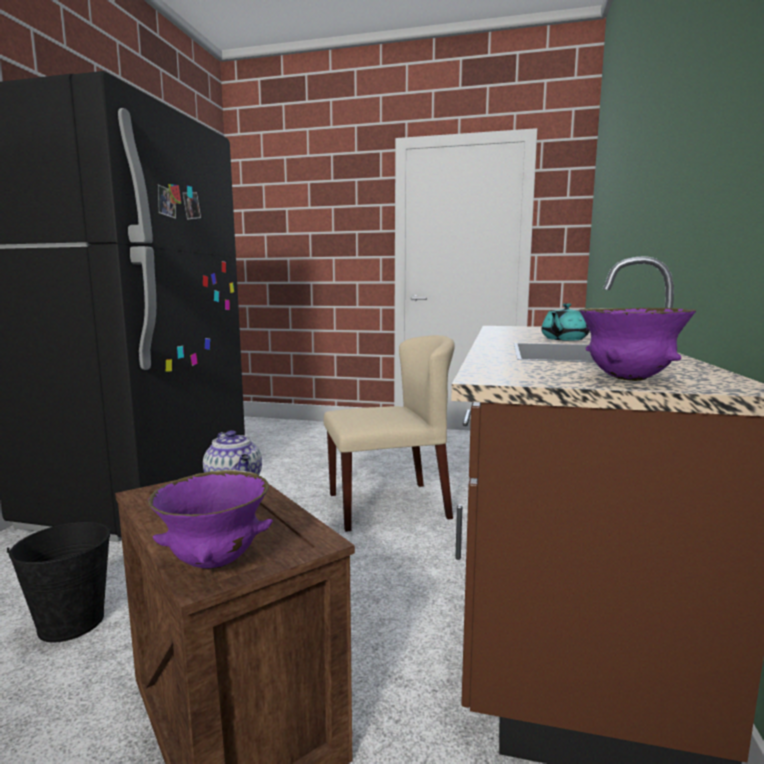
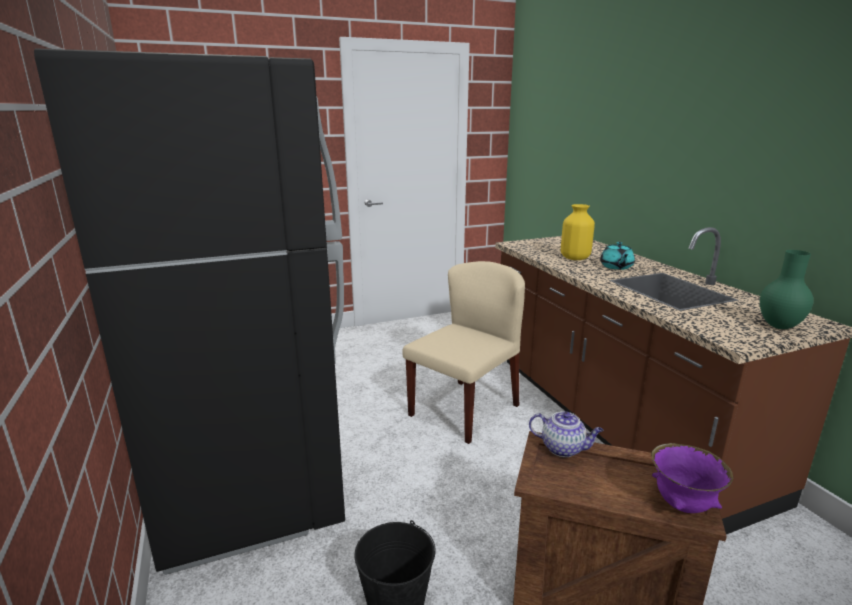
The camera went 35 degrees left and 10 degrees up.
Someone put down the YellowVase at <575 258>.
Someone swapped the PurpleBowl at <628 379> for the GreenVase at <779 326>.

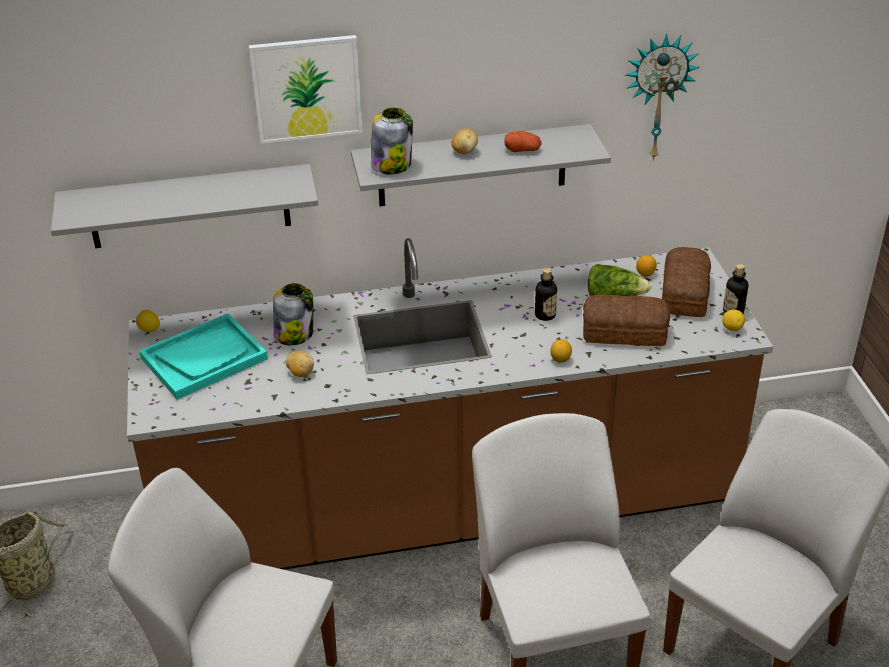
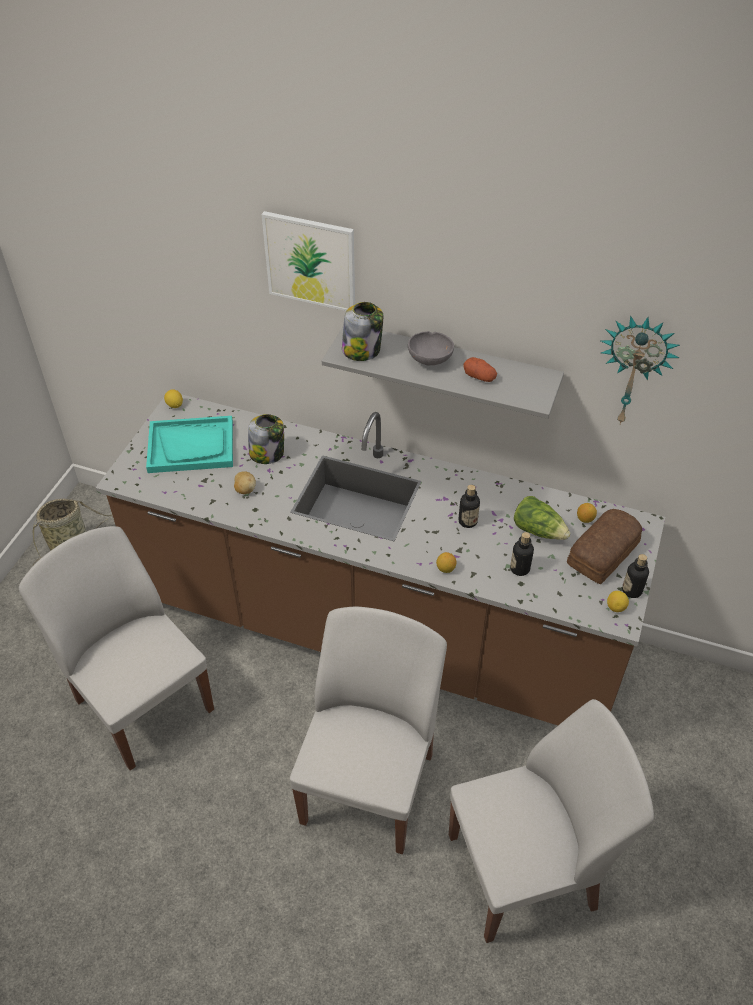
The camera went 30 degrees right and 10 degrees up.
Someone swapped the Potato at <464 151> for the GreyBowl at <431 359>.
Someone swapped the Bread at <625 333> for the Bottle at <520 568>.
Someone took away the GreyShelf at <189 207>.

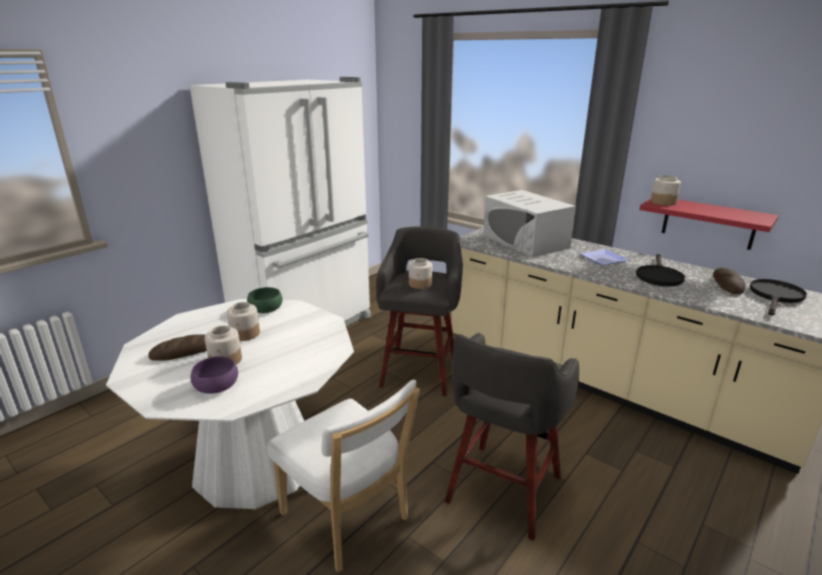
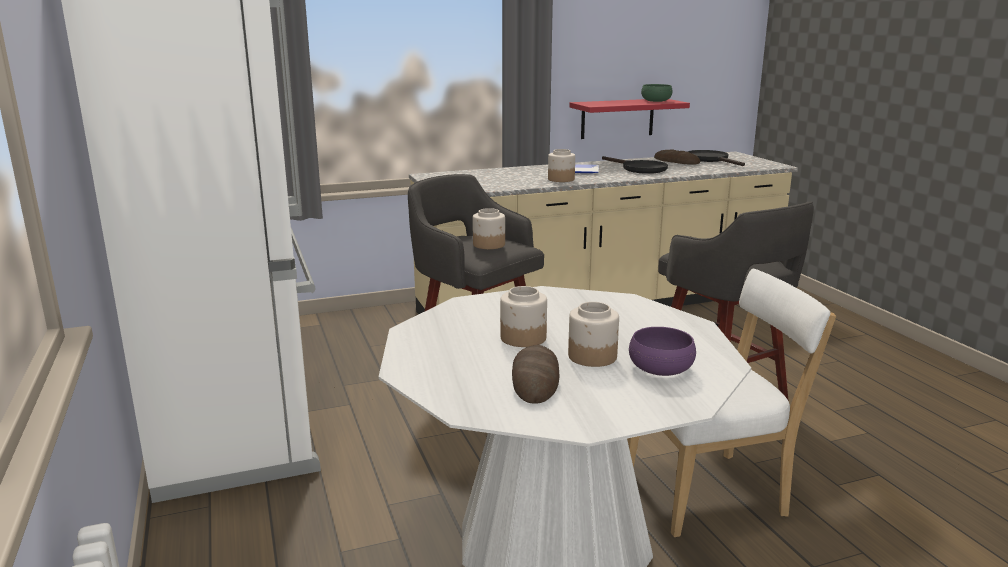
The camera went 60 degrees left and 5 degrees down.
Someone carried the Jar from <663 202> to <560 179>.
Someone carried the GreenBowl from <266 309> to <656 101>.
Someone took away the WhiteMicrowave at <525 241>.

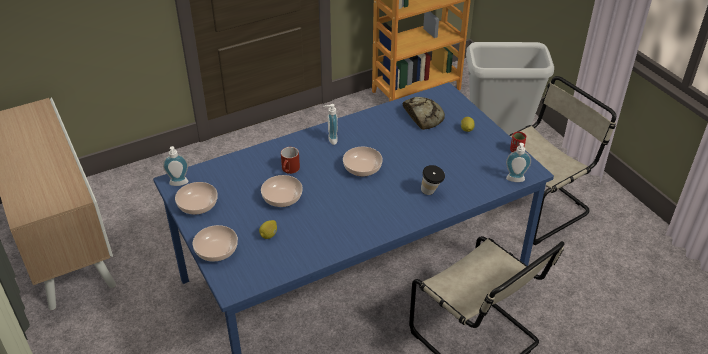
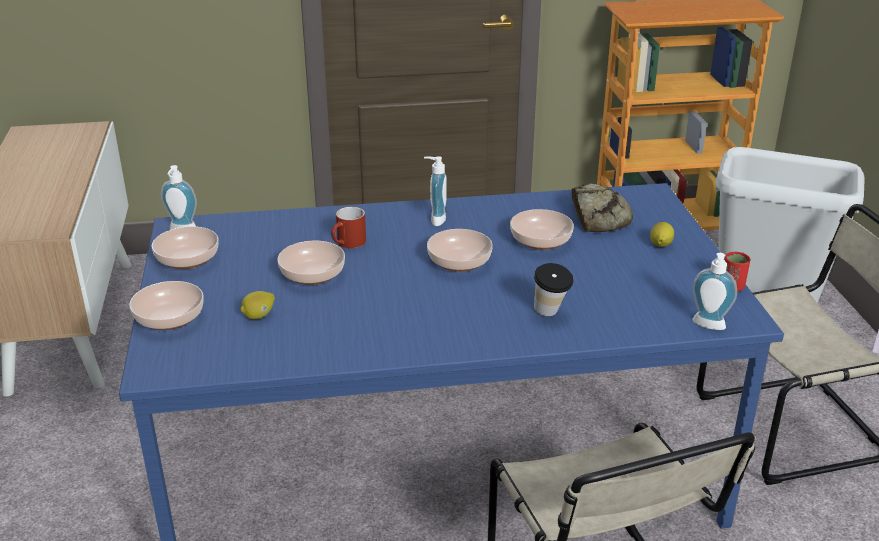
The camera went 20 degrees right and 10 degrees down.
Someone put down the Bowl at <540 241>.

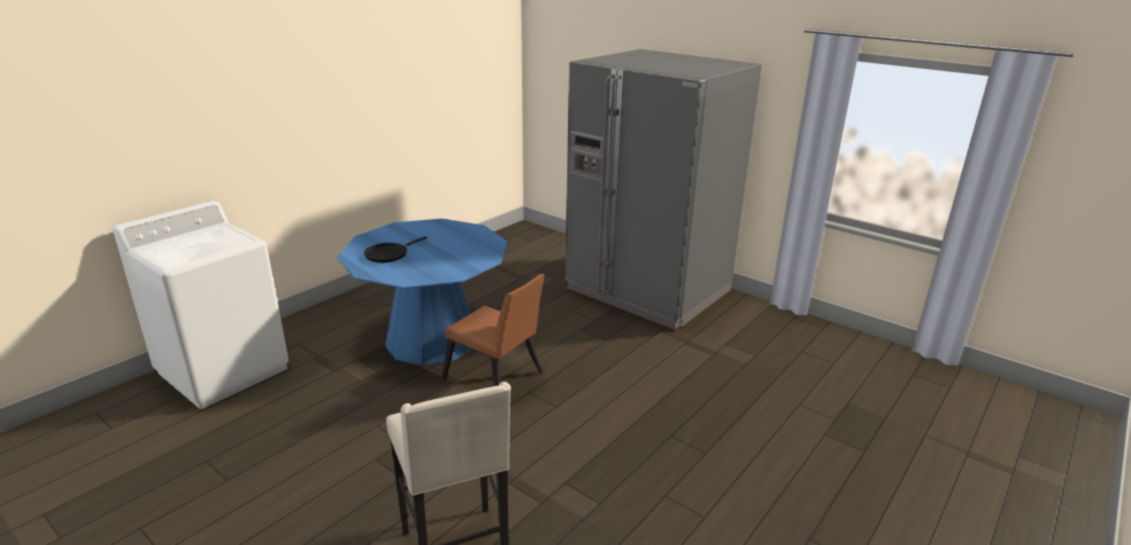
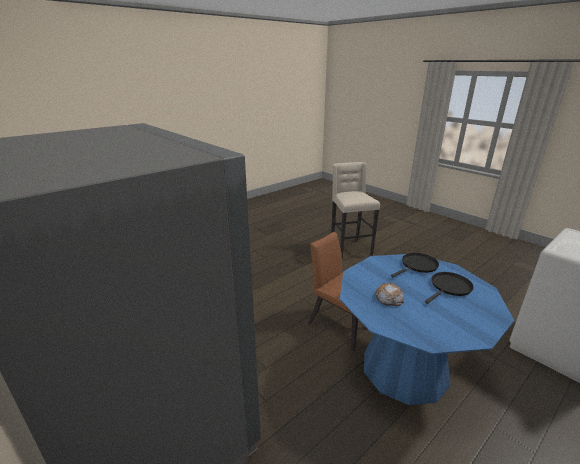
The camera went 170 degrees left and 0 degrees up.
Someone put down the Bread at <389 297>.
Someone put down the BlackFryingPan at <418 266>.

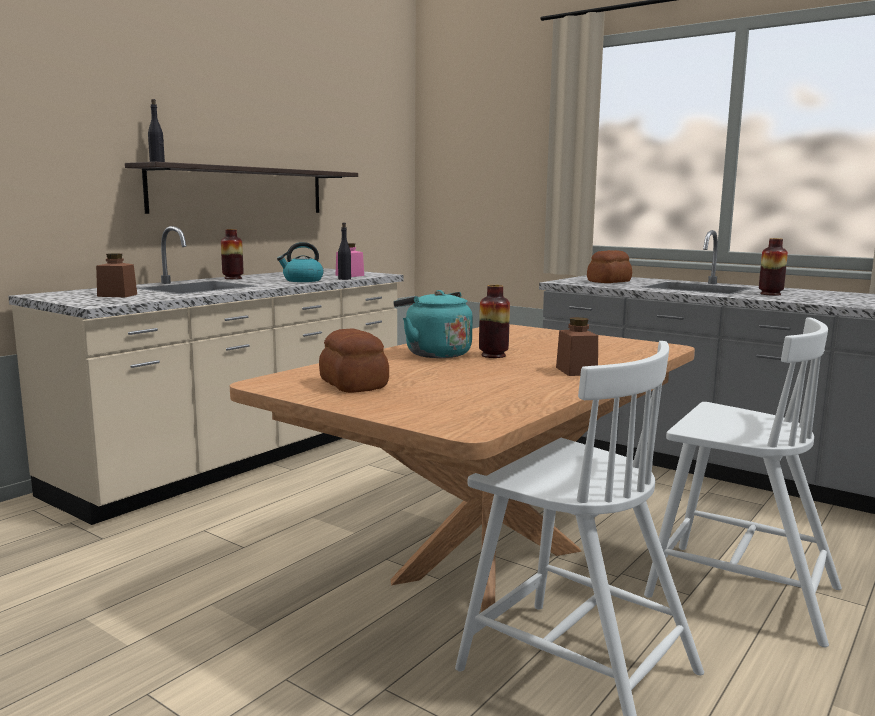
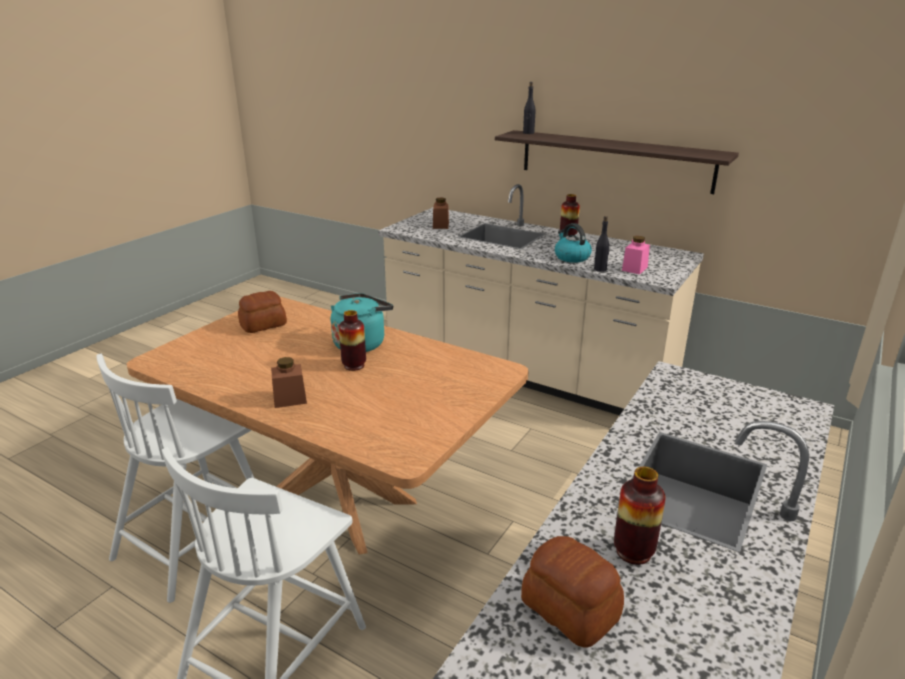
The camera went 85 degrees right and 15 degrees up.
Someone carried the Bread from <609 282> to <570 610>.

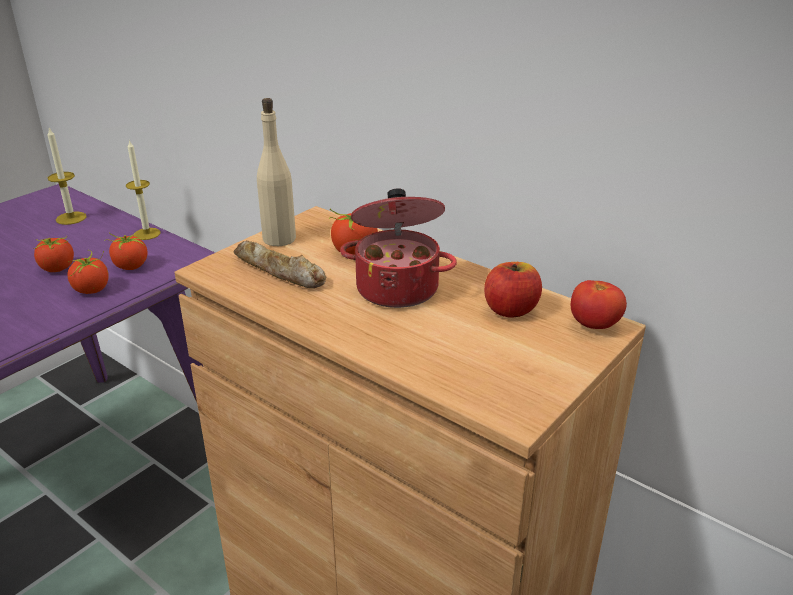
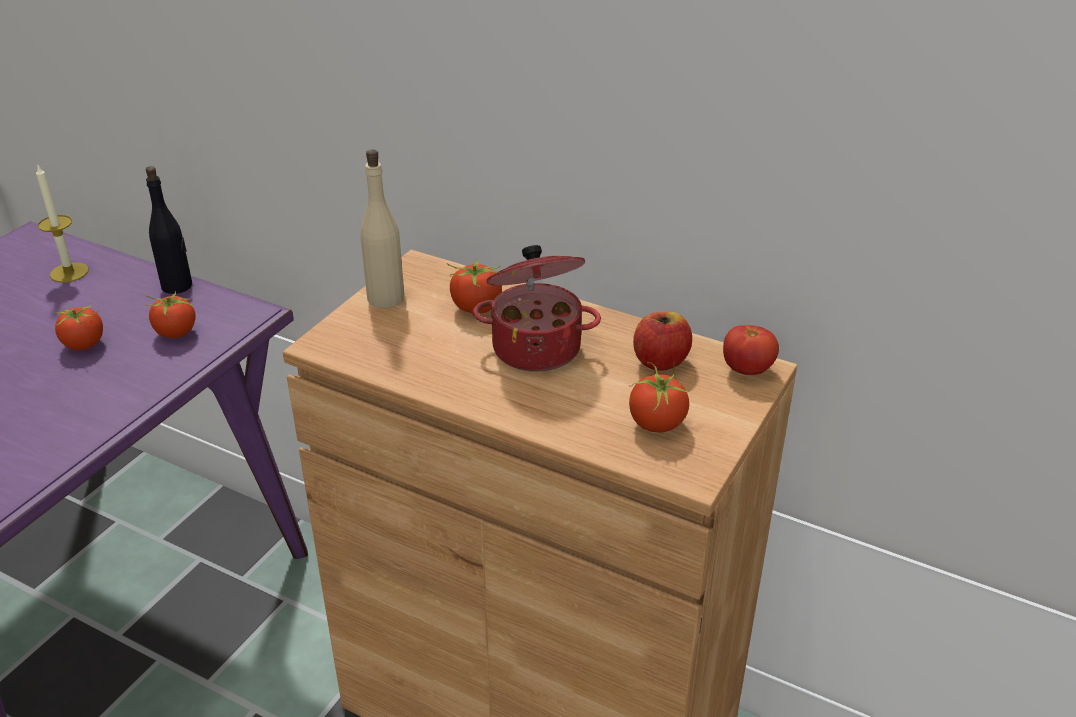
The camera went 10 degrees left and 5 degrees up.
Someone swapped the Candle at <147 234> for the BlackBottle at <177 286>.
Someone carried the Tomato from <92 290> to <656 423>.
Someone took away the Bread at <279 272>.

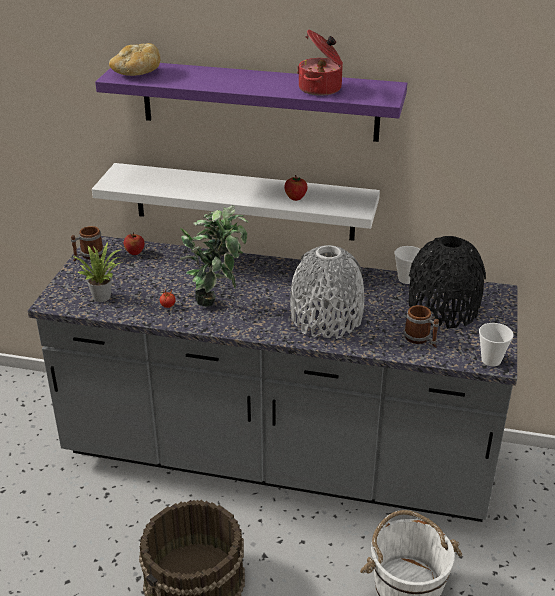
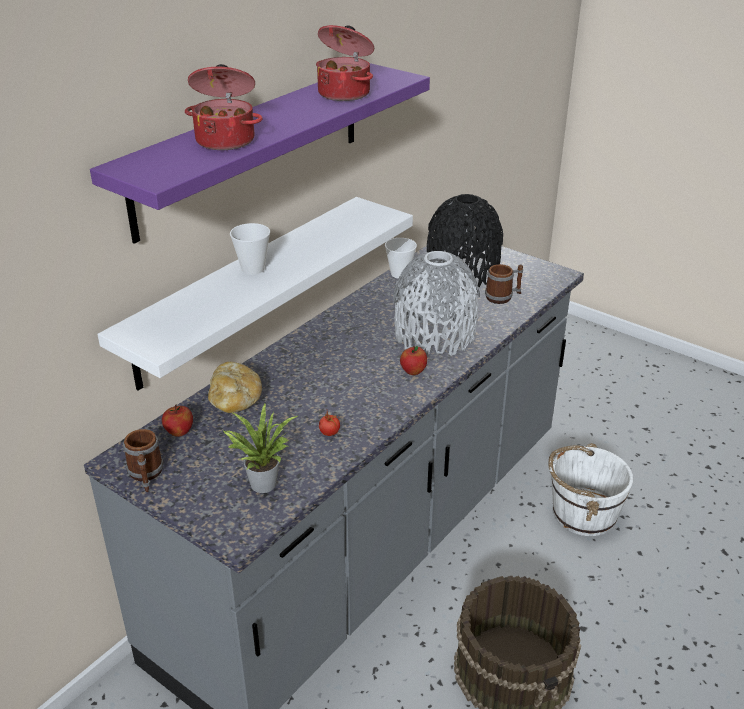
The camera went 65 degrees left and 0 degrees up.
Someone put down the CookingPot at <226 140>.
Someone carried the Bread from <136 73> to <235 401>.
Someone carried the Cup from <491 360> to <253 269>.
Someone carried the Apple from <295 198> to <413 371>.
Someone took away the PottedPlant at <217 299>.

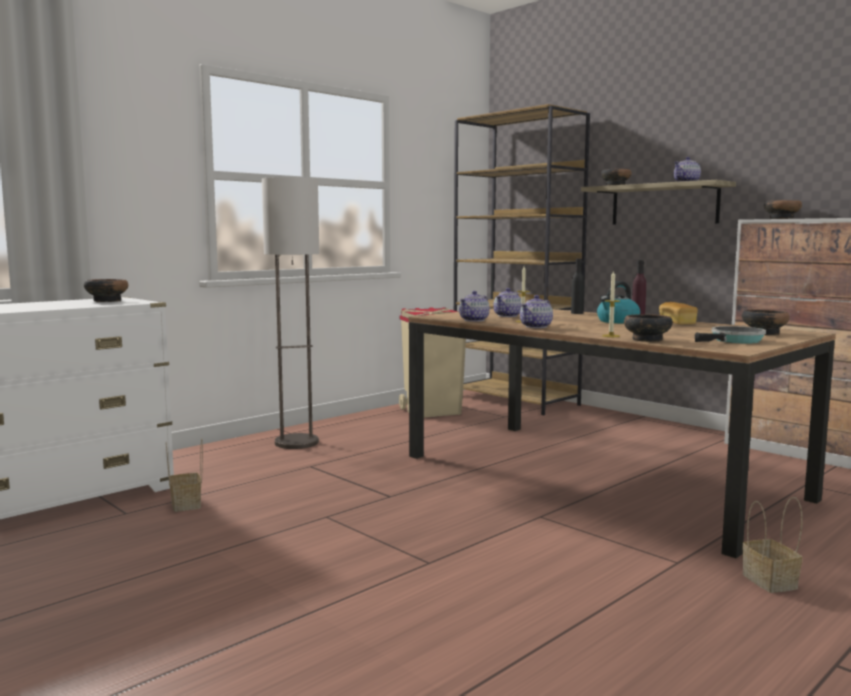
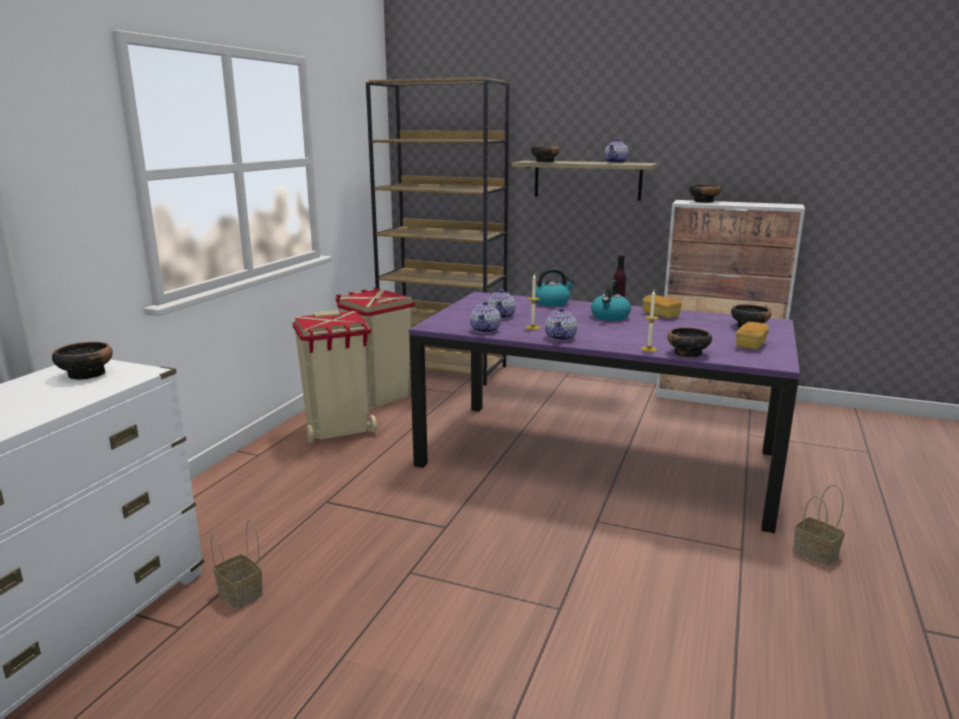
The camera went 25 degrees left and 10 degrees up.
Someone put down the BeigeTrashCan at <339 431>.
Someone repainted the BrownDiningTable at <598 477>, which became the PurpleDiningTable at <598 458>.
Someone swapped the BlackBottle at <577 313> for the Kettle at <552 303>.
Someone swapped the FryingPan at <735 341> for the Bread at <750 345>.
Someone took away the FloorLamp at <297 442>.

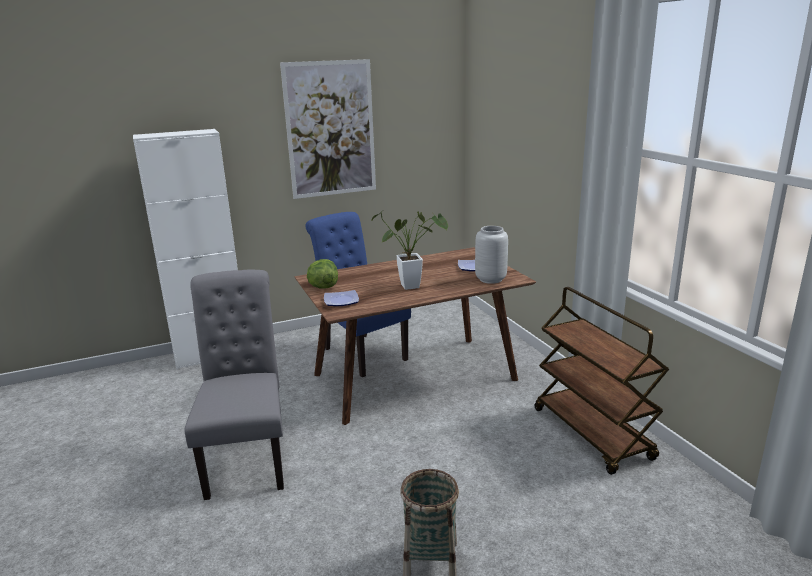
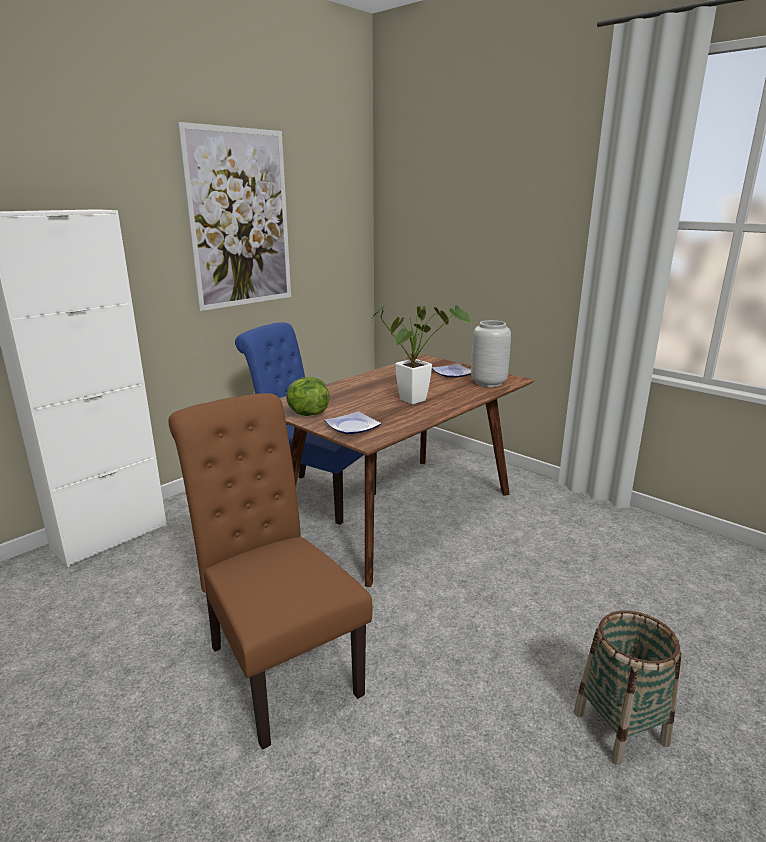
The camera went 25 degrees left and 0 degrees up.
Someone repainted the GreyChair at <248 457>, which became the BrownChair at <277 664>.
Someone took away the BrownCart at <592 434>.

